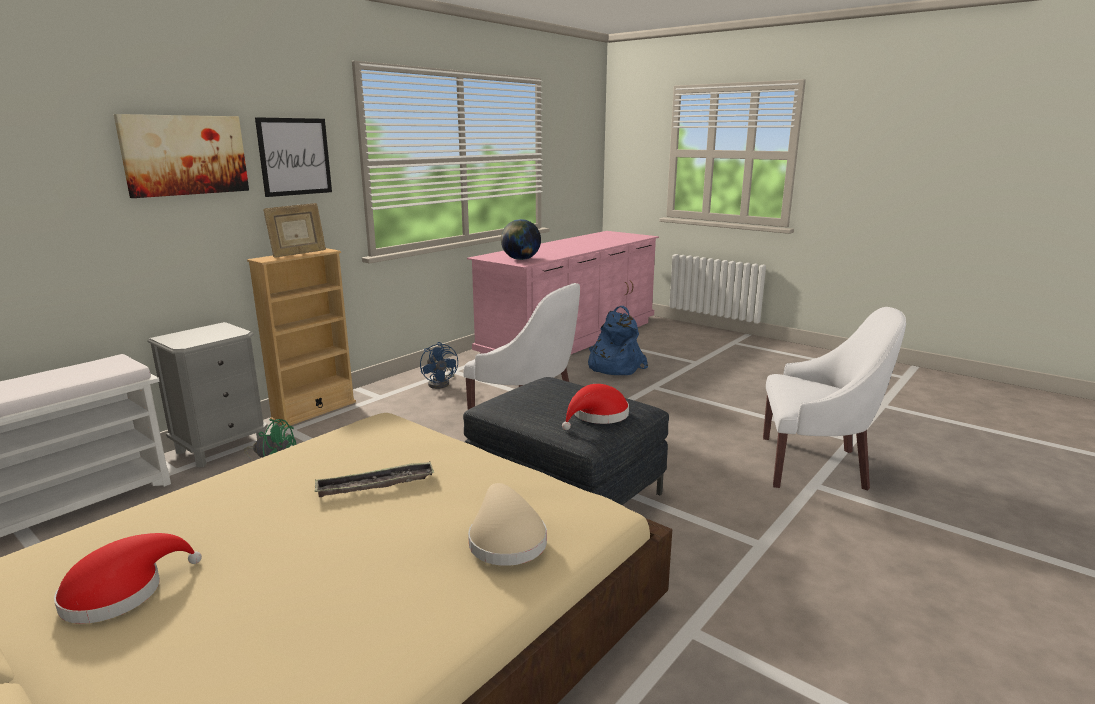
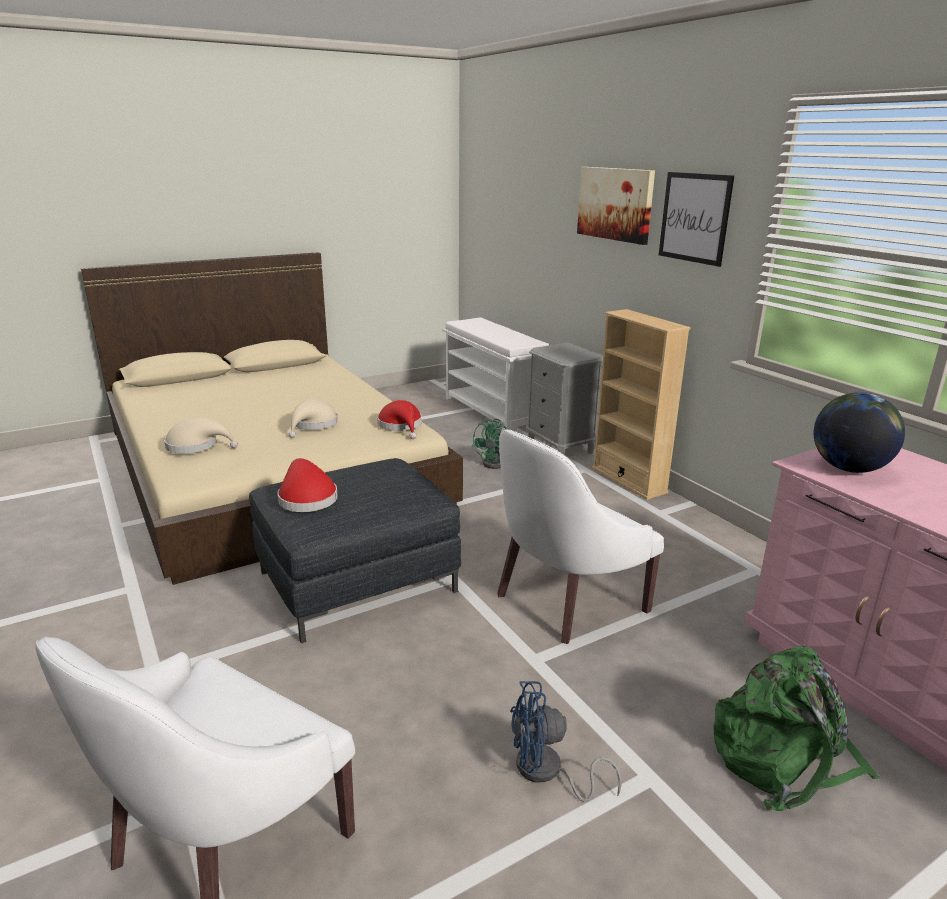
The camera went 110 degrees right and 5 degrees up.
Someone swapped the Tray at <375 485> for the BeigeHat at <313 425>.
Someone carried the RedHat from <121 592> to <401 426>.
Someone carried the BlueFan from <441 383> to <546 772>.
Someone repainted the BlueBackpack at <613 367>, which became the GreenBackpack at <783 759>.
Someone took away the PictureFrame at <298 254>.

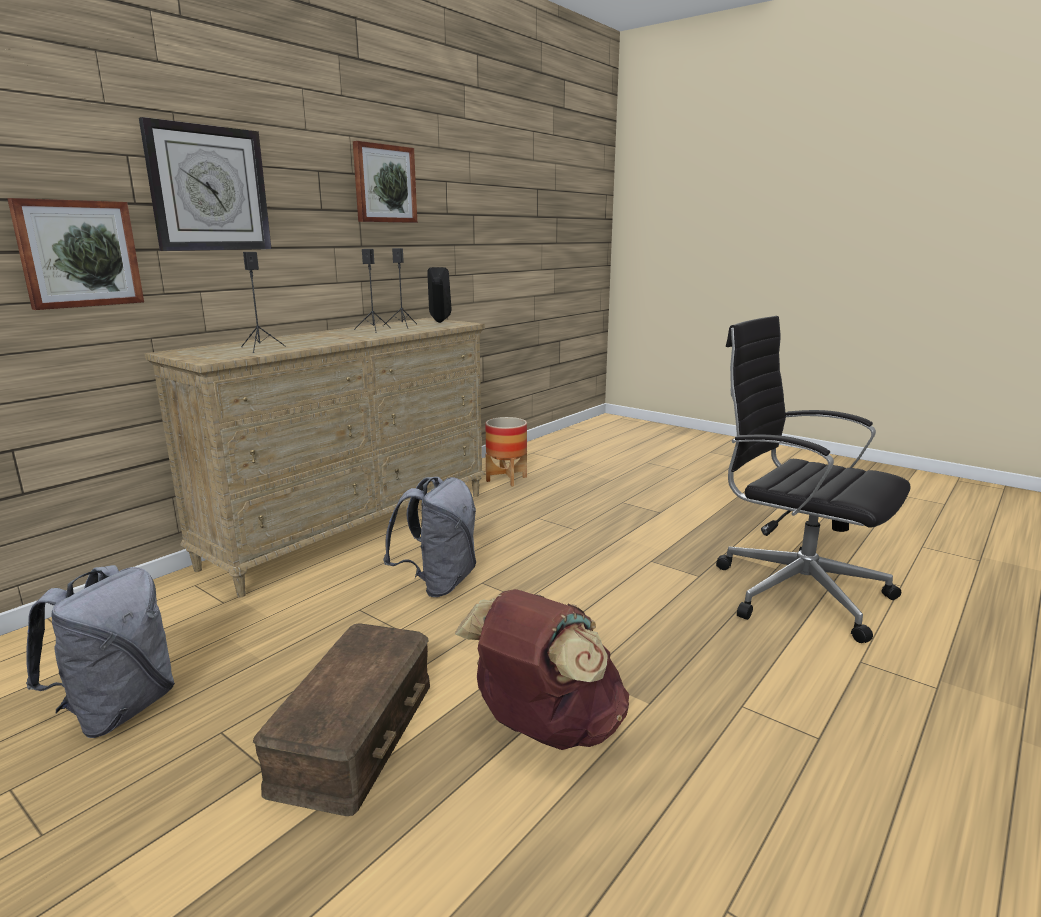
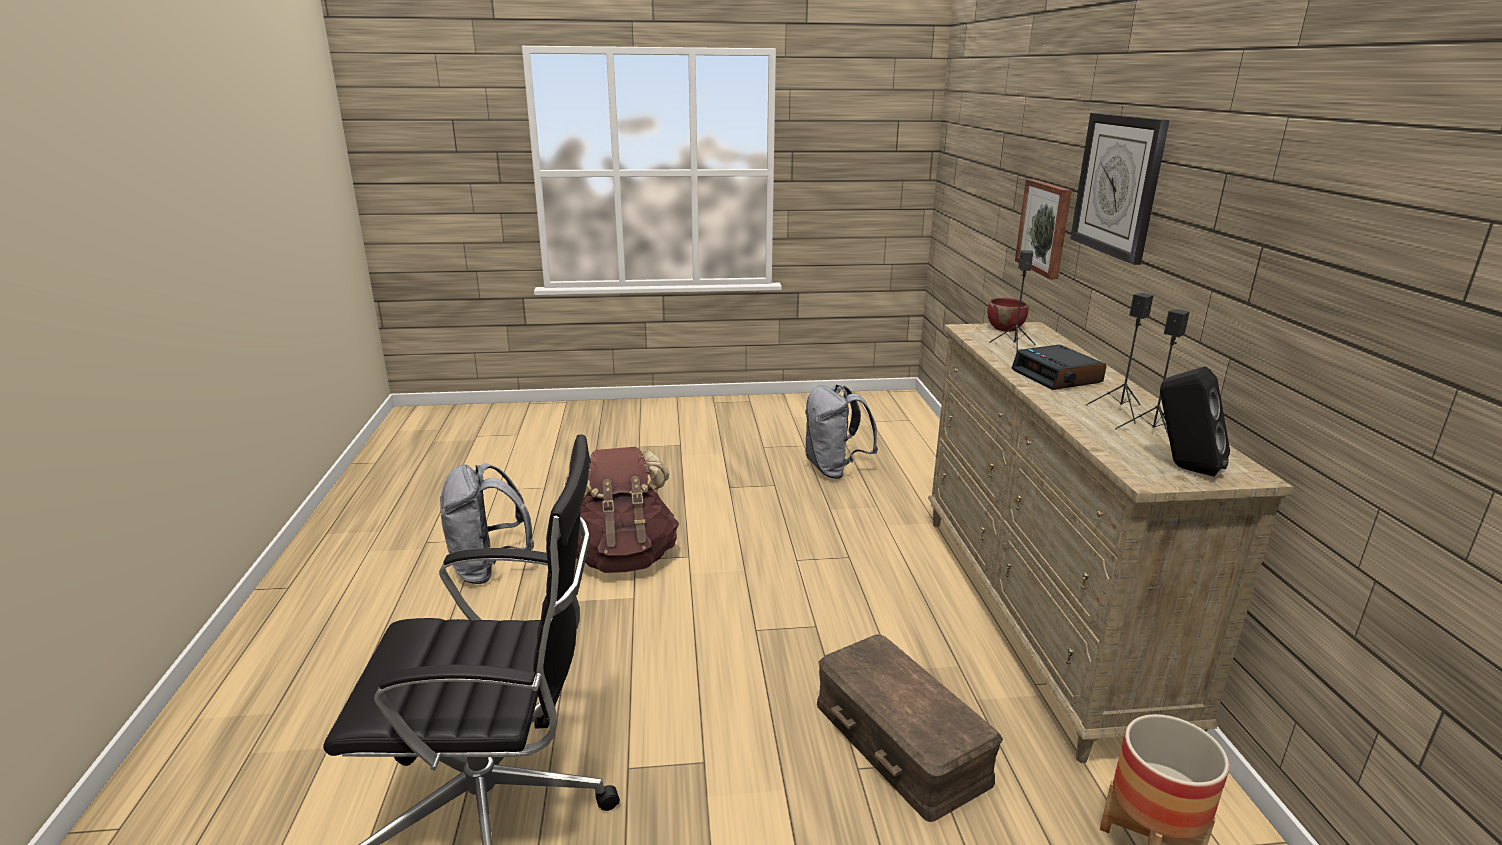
The camera went 135 degrees right and 5 degrees up.
Someone carried the GreyBackpack from <438 583> to <489 568>.
Someone carried the BrownStorageBox from <356 734> to <899 742>.
Someone put down the RedBowl at <1005 328>.
Someone put down the AlarmClock at <1057 376>.
Someone took away the Picture at <384 184>.

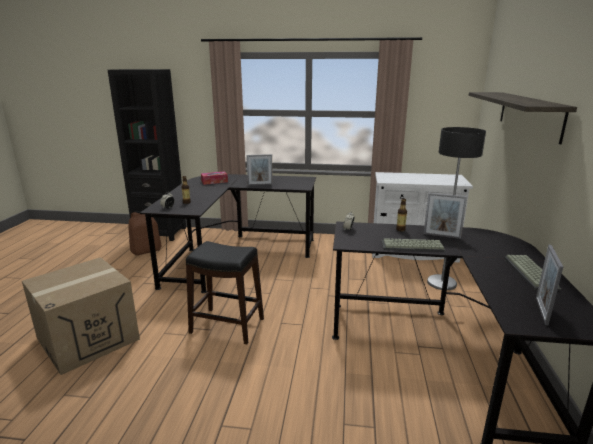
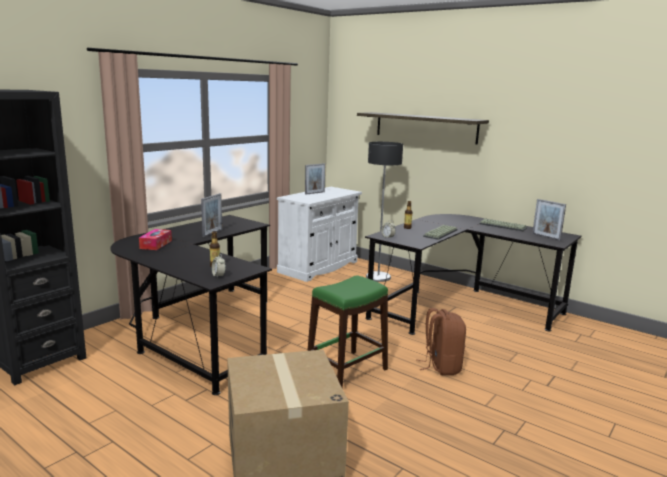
The camera went 60 degrees left and 5 degrees down.
Someone carried the PictureFrame from <441 236> to <314 193>.
Someone repainted the BlackStool at <227 326>, which became the GreenStool at <347 371>.
Someone carried the BrownBackpack from <146 251> to <441 366>.

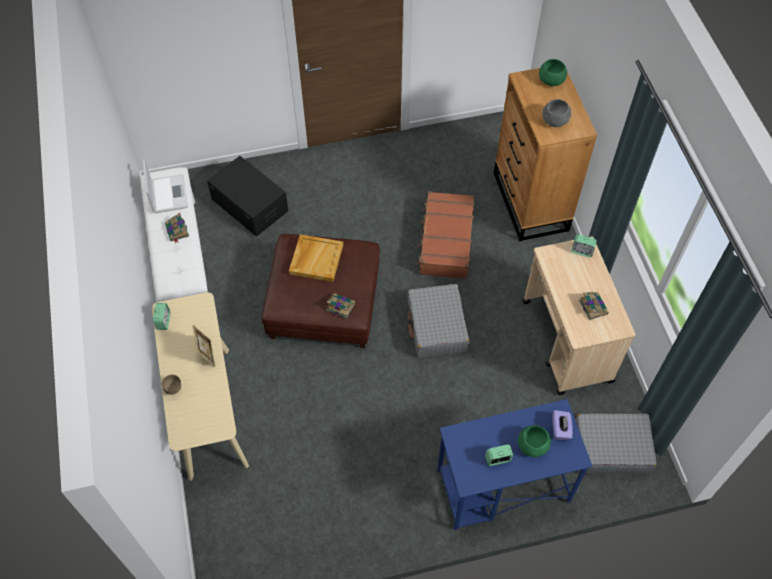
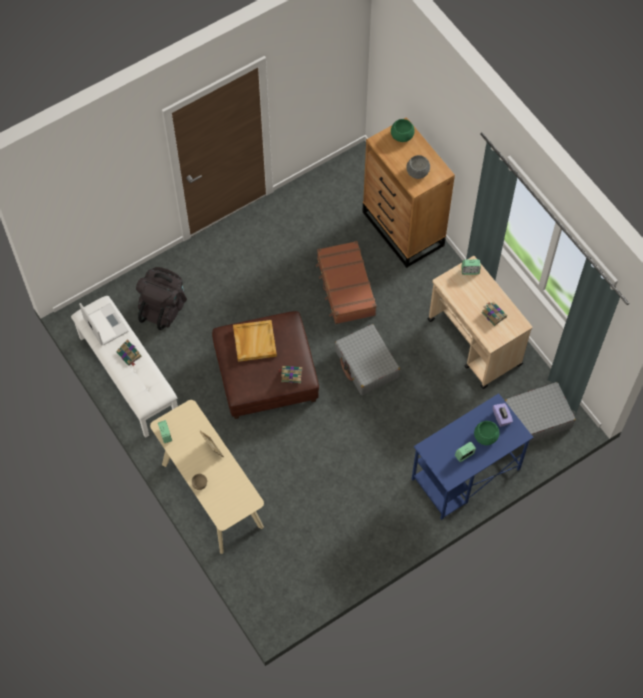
The camera went 20 degrees left and 5 degrees up.
Someone swapped the BlackStorageBox at <249 205> for the BlackBackpack at <163 307>.

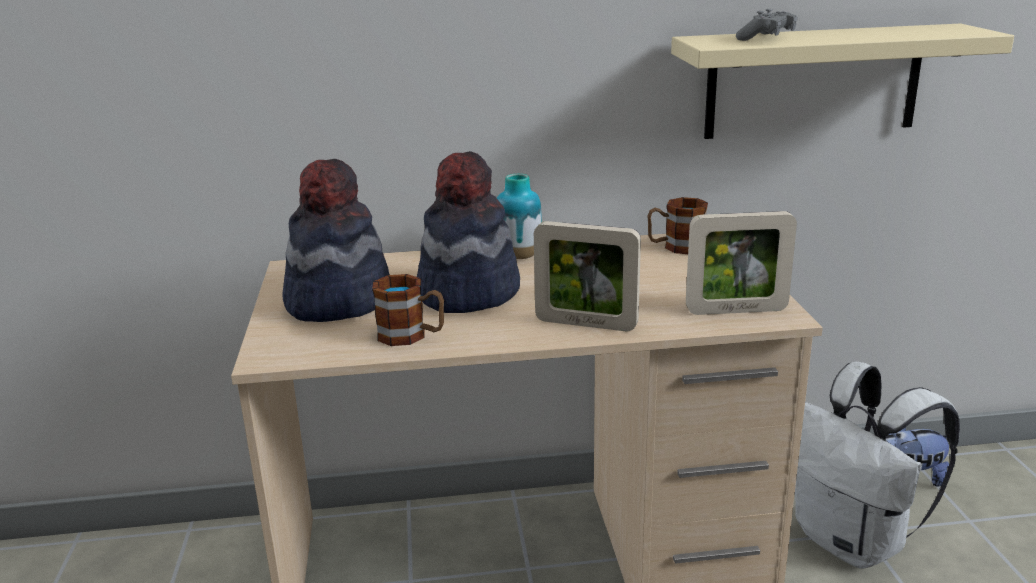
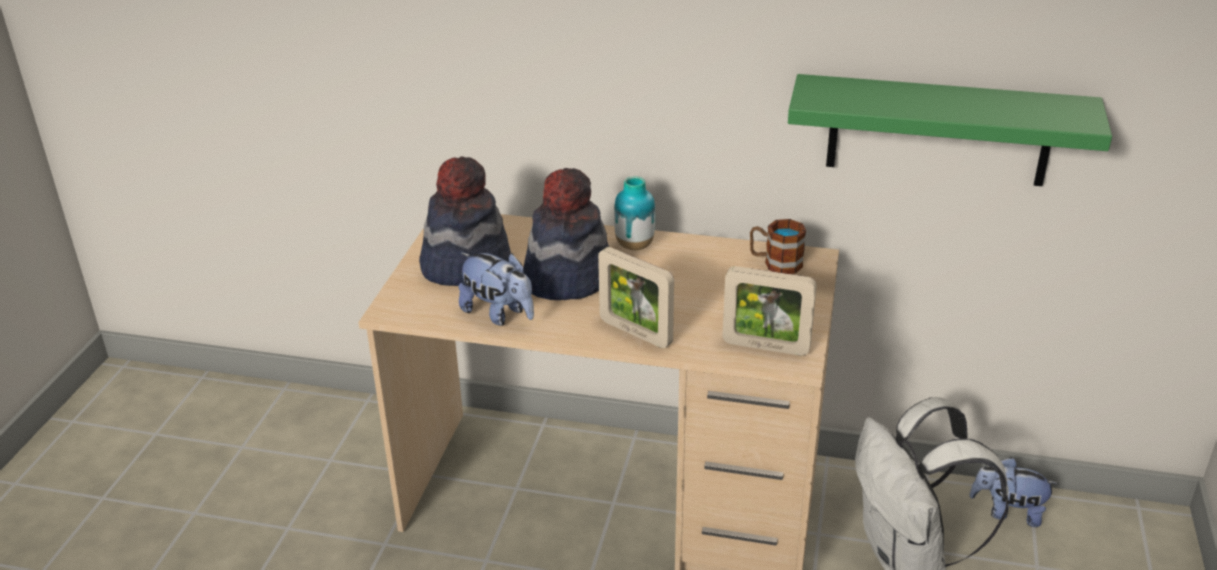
The camera went 20 degrees right and 10 degrees up.
Someone swapped the Mug at <411 336> for the PlushToy at <499 314>.
Someone repainted the BeigeShelf at <813 82>, which became the GreenShelf at <939 130>.
Someone took away the GreyGameController at <766 38>.

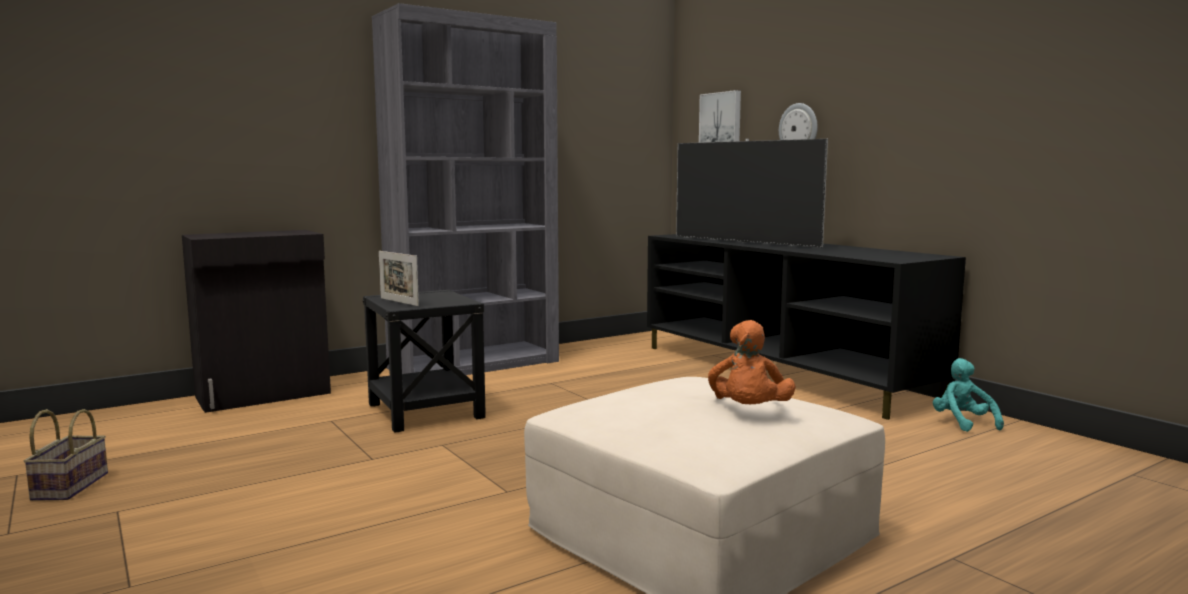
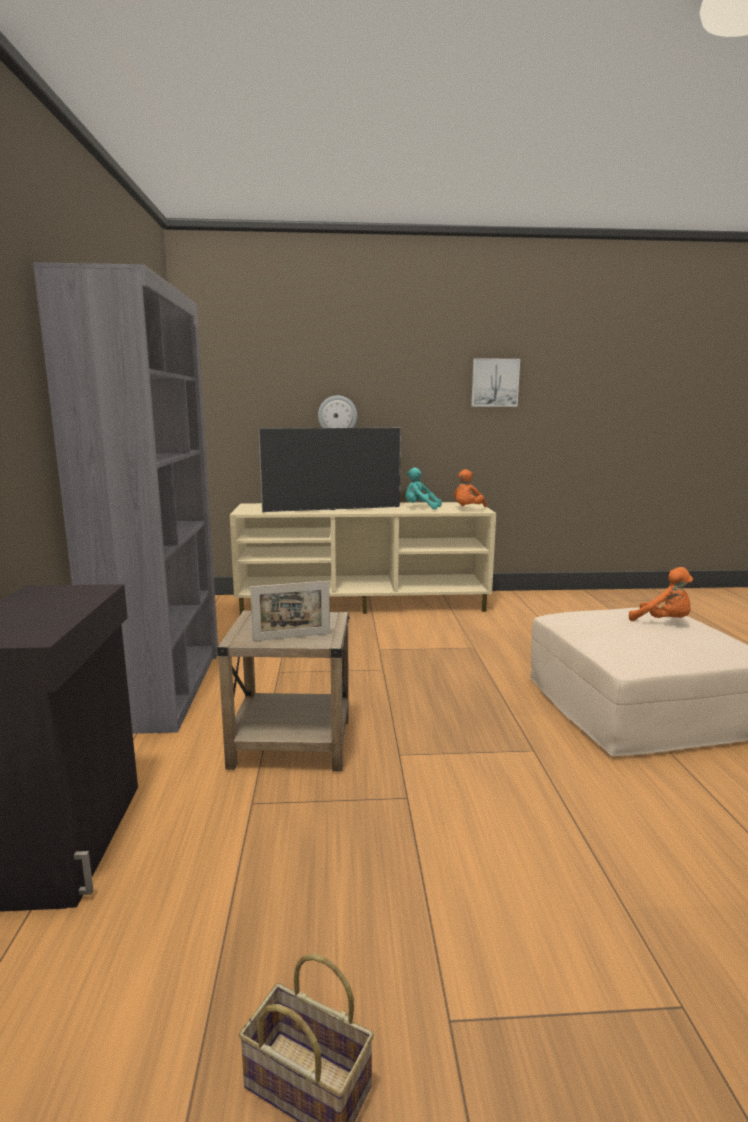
The camera went 60 degrees left and 5 degrees up.
Someone repainted the BlackSideTable at <426 412>, which became the BeigeSideTable at <292 744>.
Someone repainted the BlackTvStand at <780 372>, which became the BeigeTvStand at <363 603>.
Someone carried the TurquoisePlushToy from <962 423> to <420 508>.
Someone put down the OrangePlushToy at <467 509>.
Someone carried the Picture from <721 119> to <494 383>.

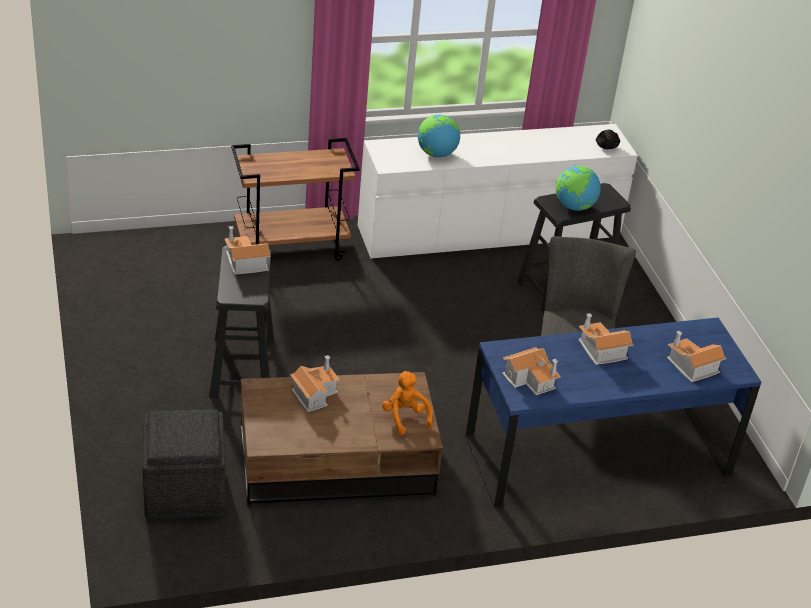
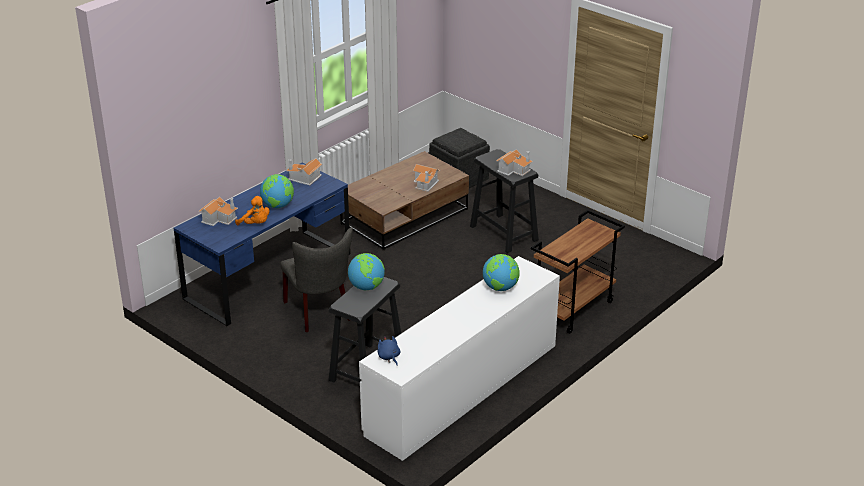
The camera went 150 degrees right and 5 degrees down.
Someone carried the OrangePlushToy from <405 417> to <255 224>.
Someone swapped the ToyHouse at <600 350> for the Globe at <278 205>.
Someone repainted the BlackPlushToy at <606 146>, which became the BluePlushToy at <389 357>.

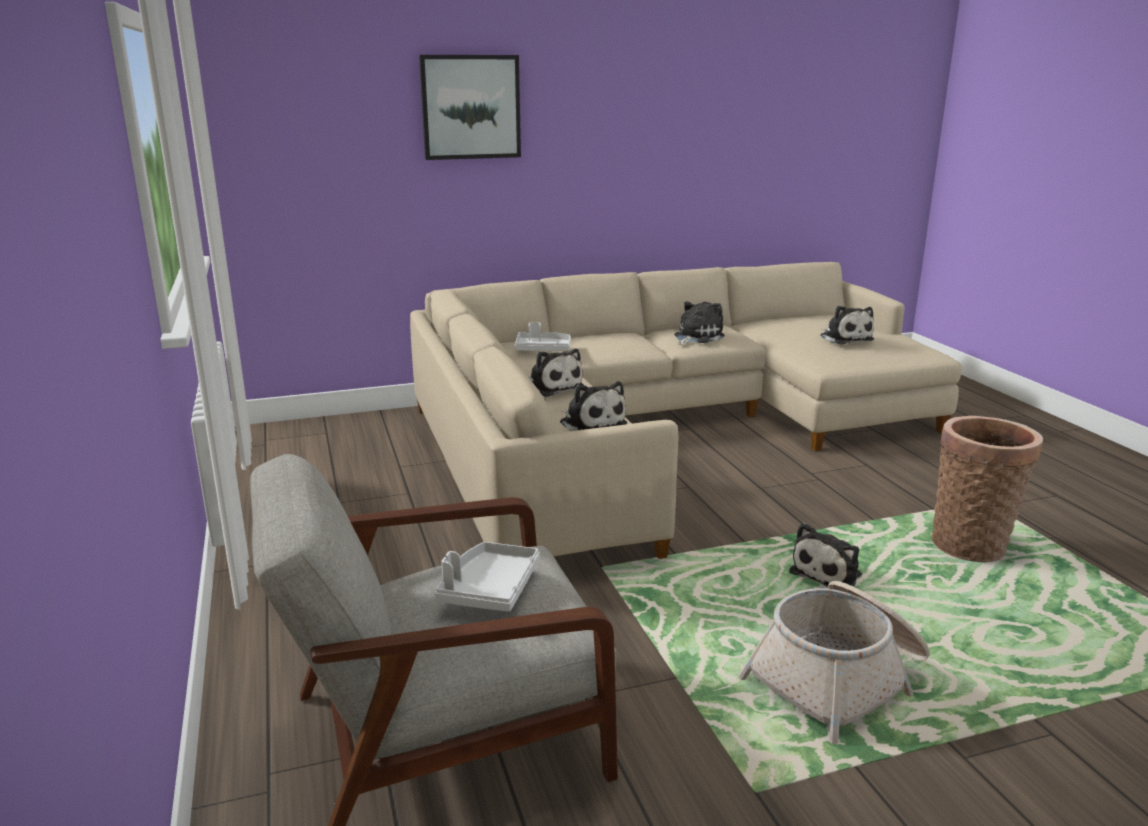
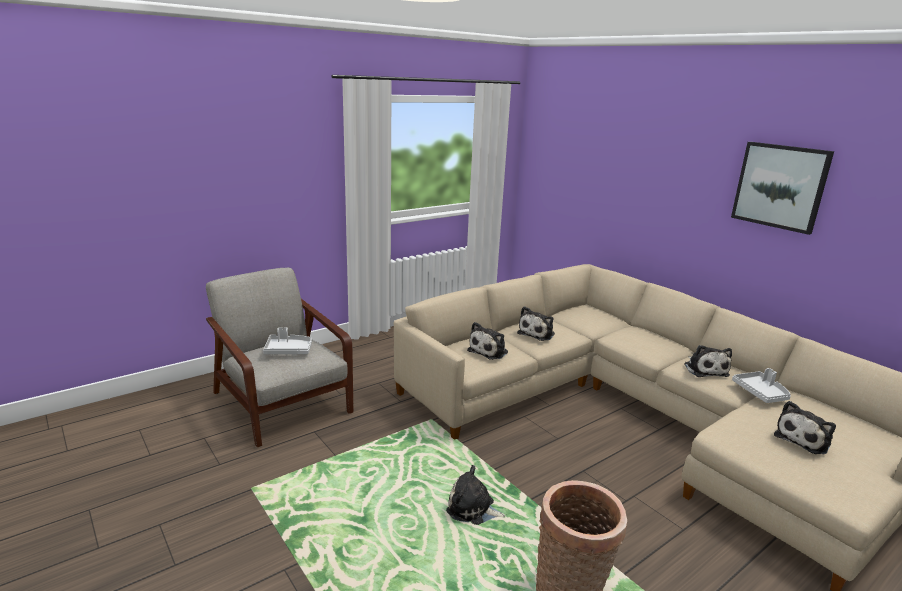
The camera went 70 degrees right and 0 degrees up.
Someone rotated the PlushToy at <696 337> by 60 degrees clockwise.
Someone carried the Picture from <470 107> to <780 186>.
Someone carried the GreyTray from <542 349> to <761 393>.
Someone took away the Basket at <839 679>.

